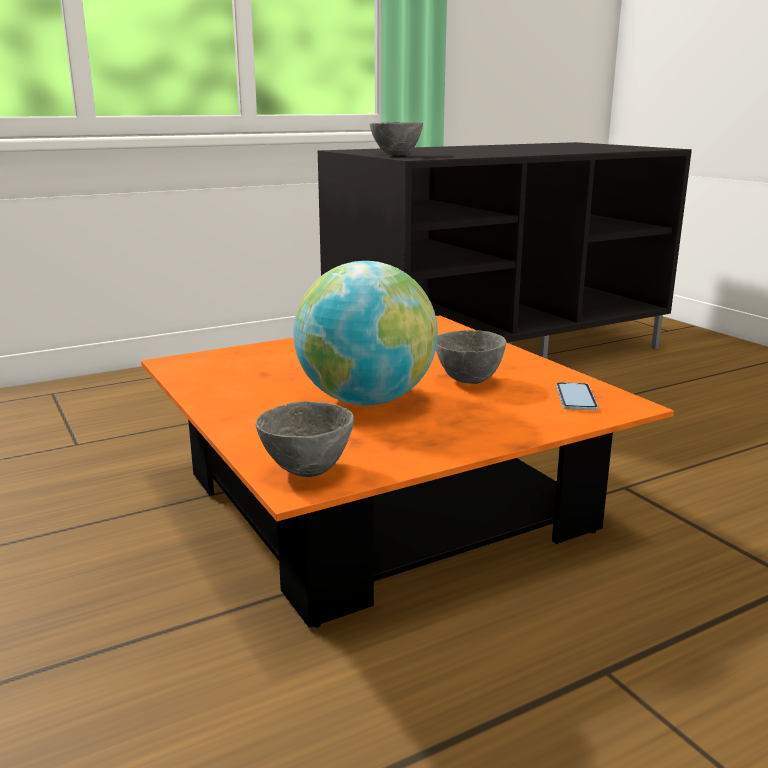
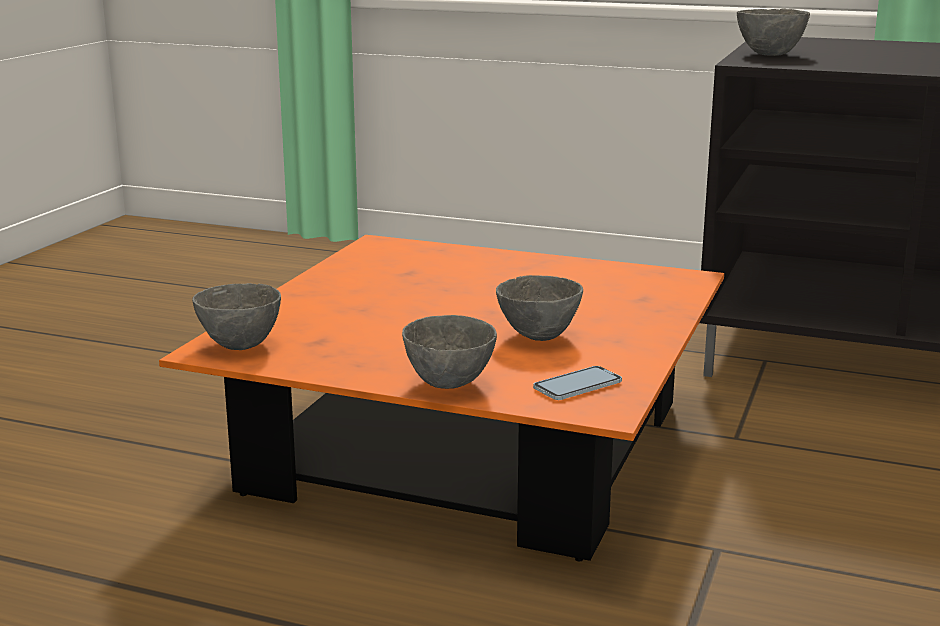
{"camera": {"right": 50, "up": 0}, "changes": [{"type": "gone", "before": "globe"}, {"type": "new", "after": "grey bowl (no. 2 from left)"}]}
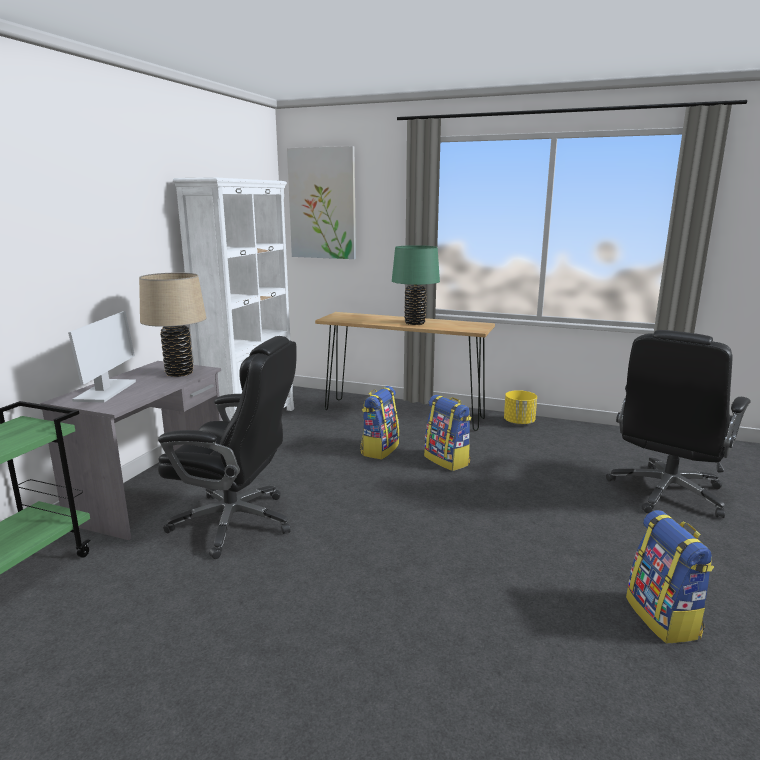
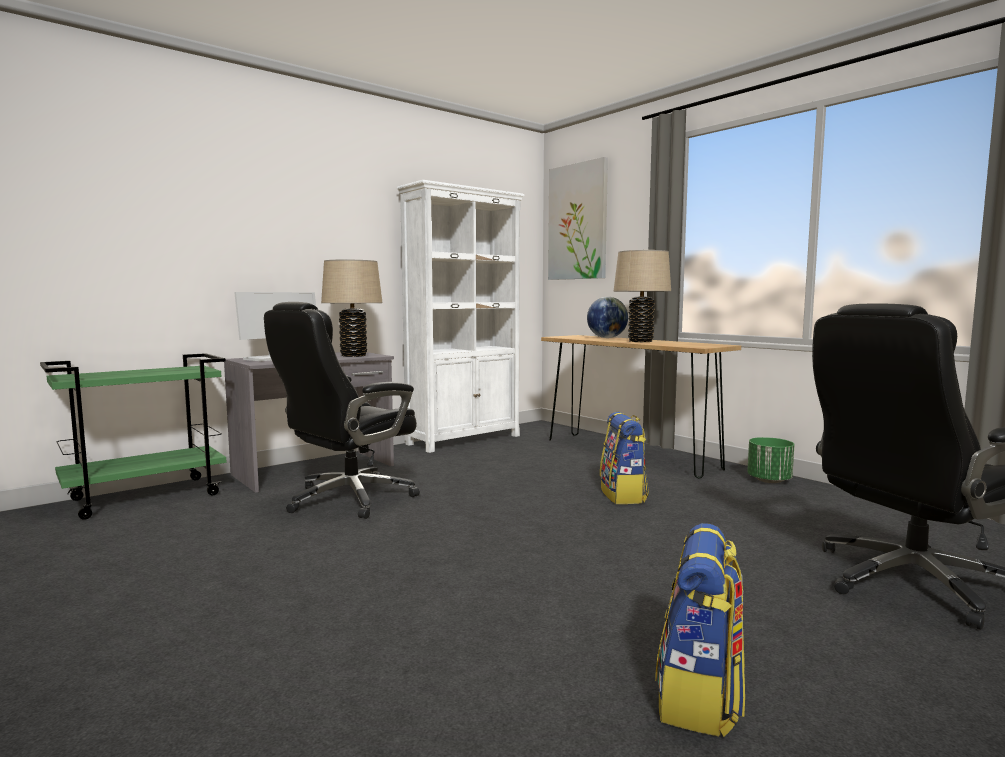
{"camera": {"right": 30, "up": -10}, "changes": [{"type": "gone", "before": "backpack (no. 1 from left)"}, {"type": "new", "after": "globe"}, {"type": "repainted", "before": "green table lamp", "after": "beige table lamp (no. 2 from left)"}, {"type": "repainted", "before": "yellow planter", "after": "green planter"}, {"type": "rotated", "before": "black office chair (no. 1 from left)", "turn": 90}]}
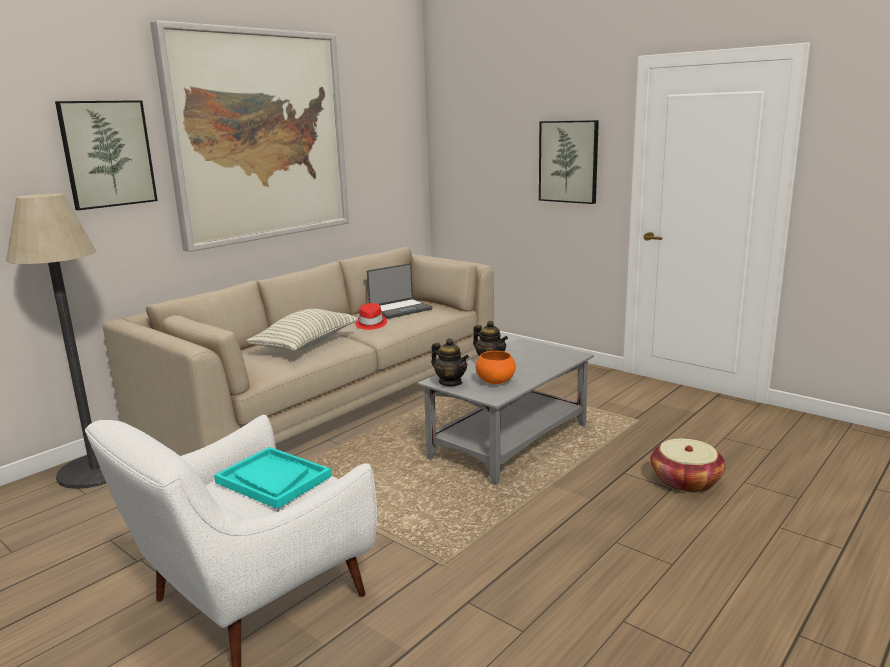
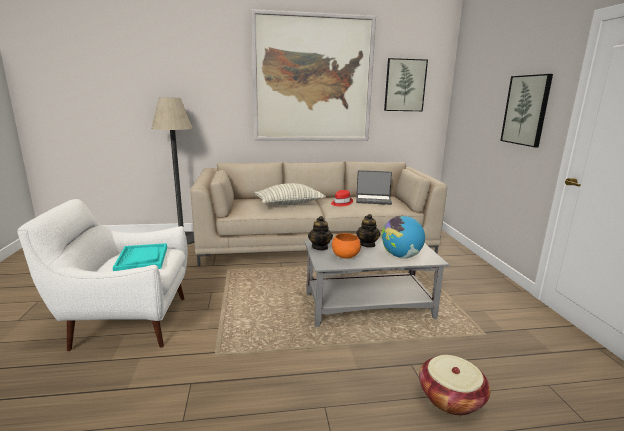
{"camera": {"right": 40, "up": 0}, "changes": [{"type": "new", "after": "globe"}, {"type": "shifted", "before": "picture (no. 1 from left in the first image)", "after": "picture (no. 2 from left)"}]}
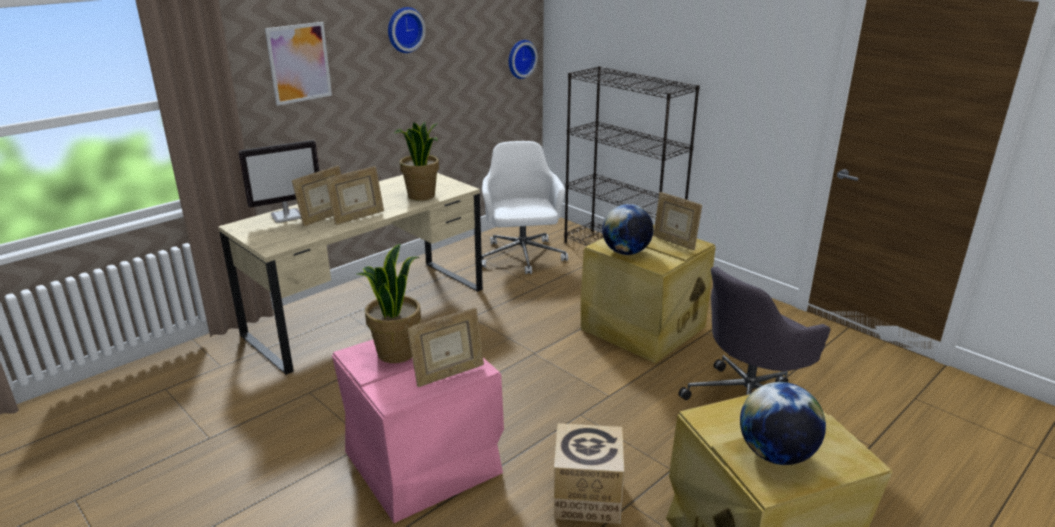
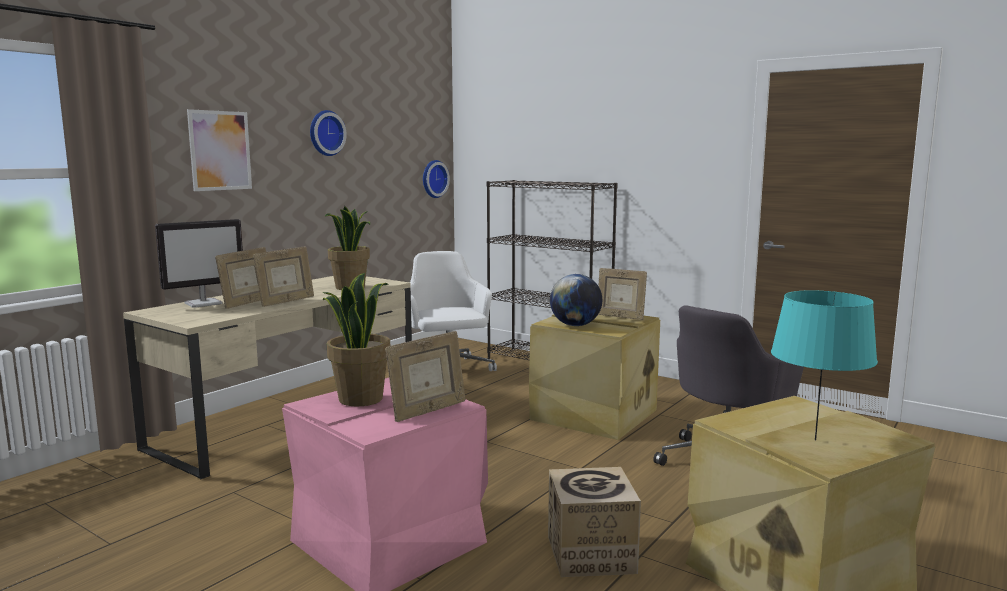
{"camera": {"right": -10, "up": -15}, "changes": [{"type": "swapped", "before": "globe (no. 2 from left)", "after": "turquoise table lamp"}]}
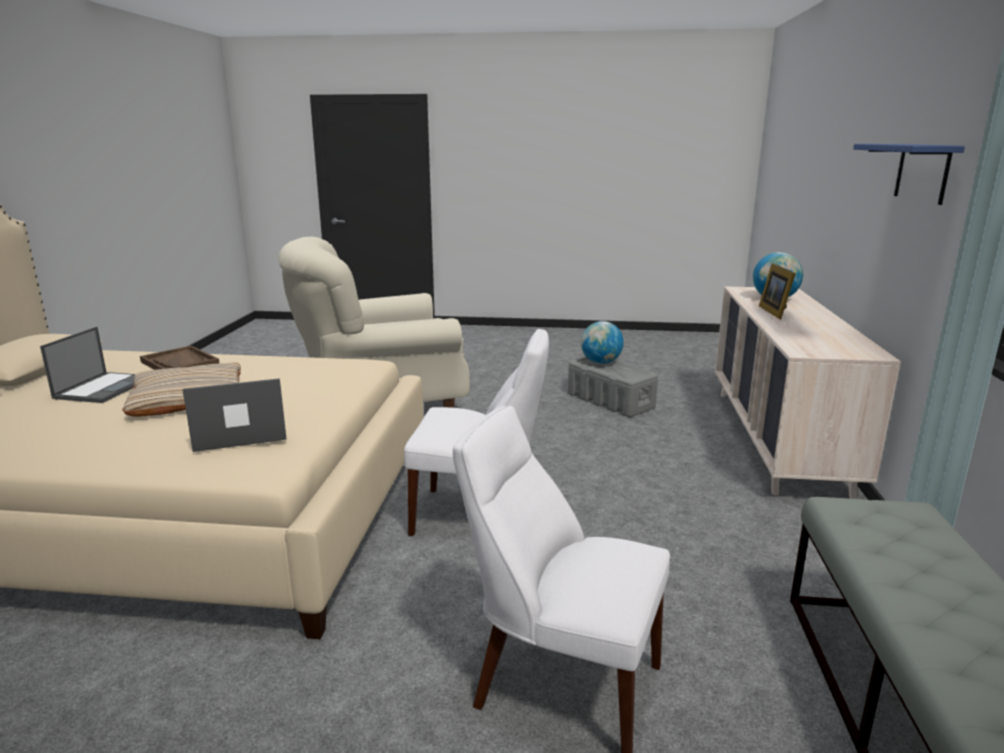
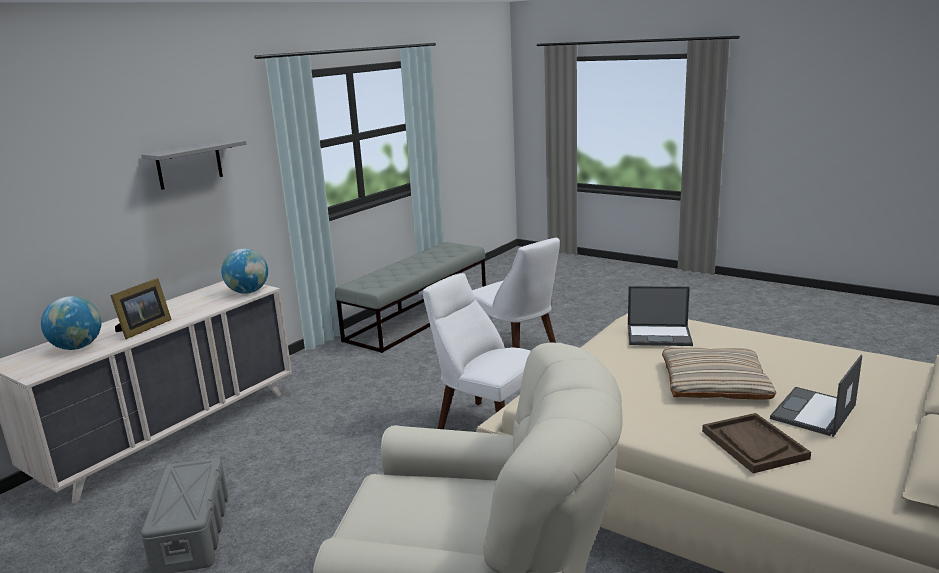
{"camera": {"right": -150, "up": 0}, "changes": [{"type": "shifted", "before": "globe (no. 1 from left in the first image)", "after": "globe (no. 2 from left)"}, {"type": "repainted", "before": "blue shelf", "after": "grey shelf"}]}
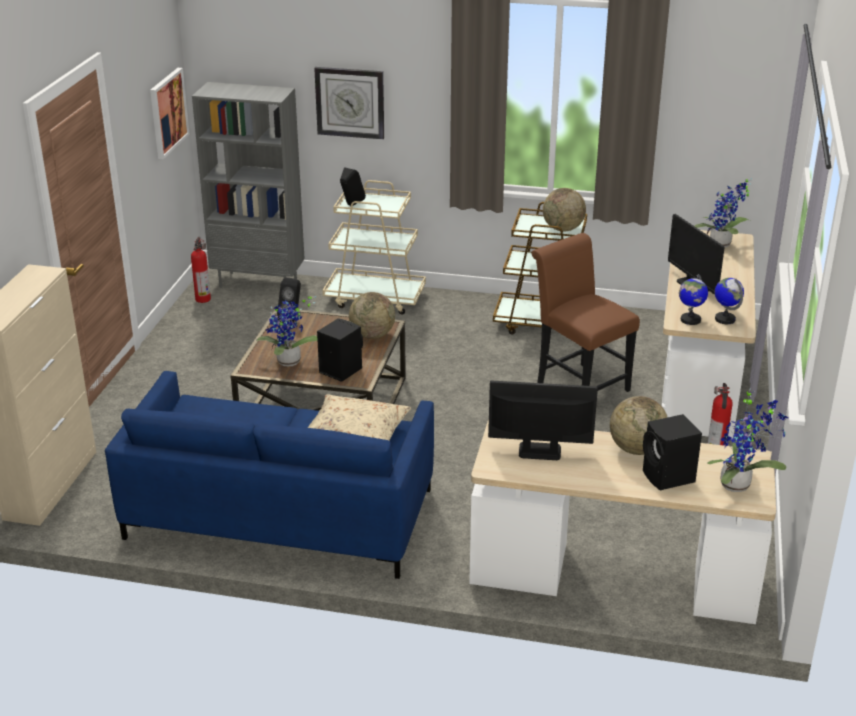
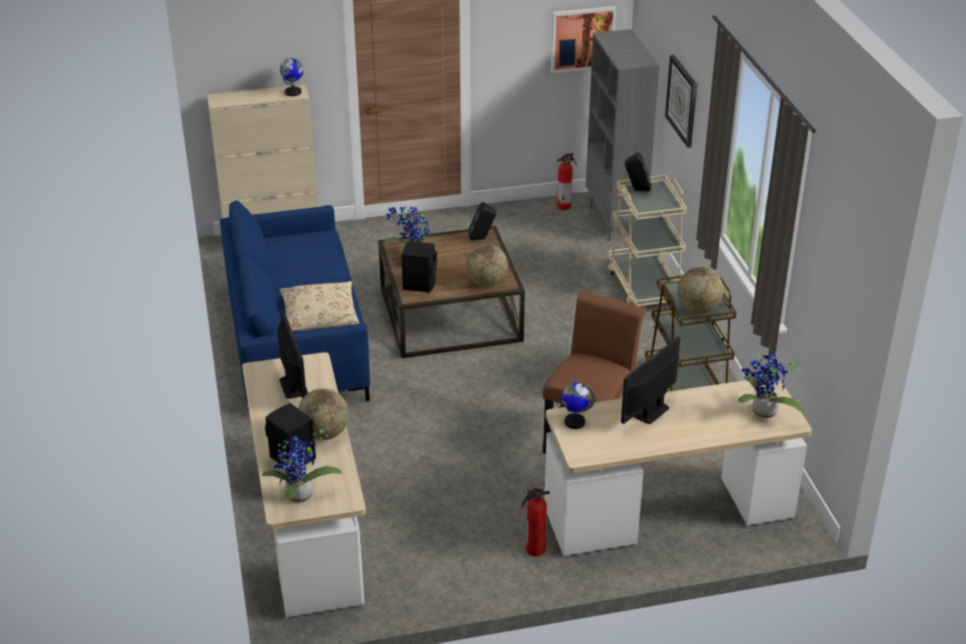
{"camera": {"right": 65, "up": 5}, "changes": [{"type": "shifted", "before": "globe (no. 5 from left in the first image)", "after": "globe (no. 1 from left)"}]}
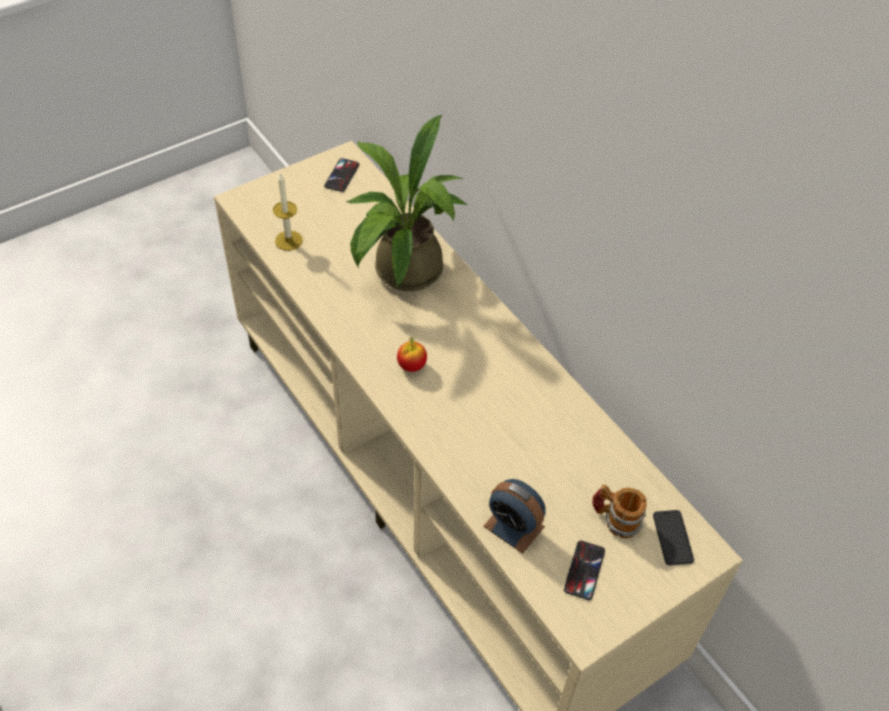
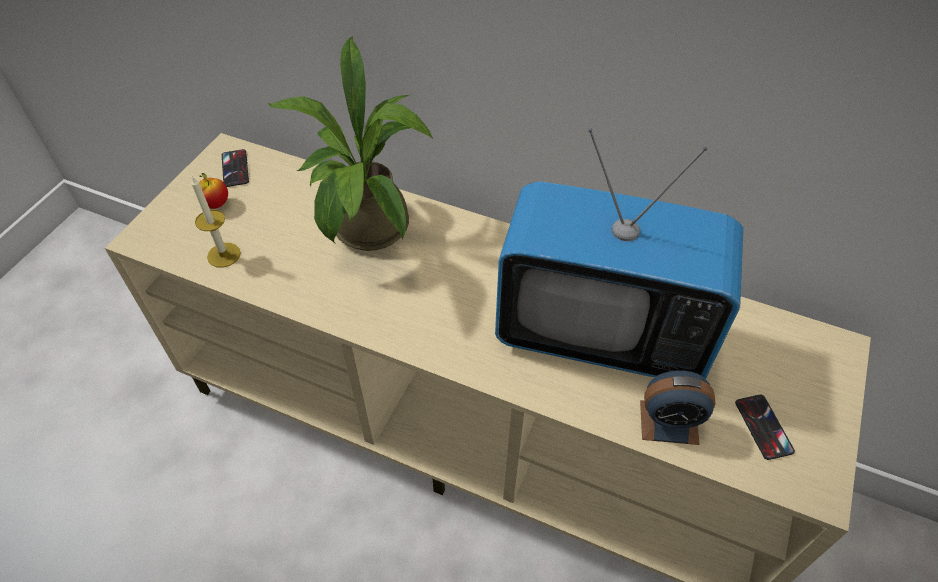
{"camera": {"right": -30, "up": 0}, "changes": [{"type": "gone", "before": "mug"}, {"type": "gone", "before": "phone (no. 3 from left)"}, {"type": "new", "after": "television"}, {"type": "shifted", "before": "apple"}]}
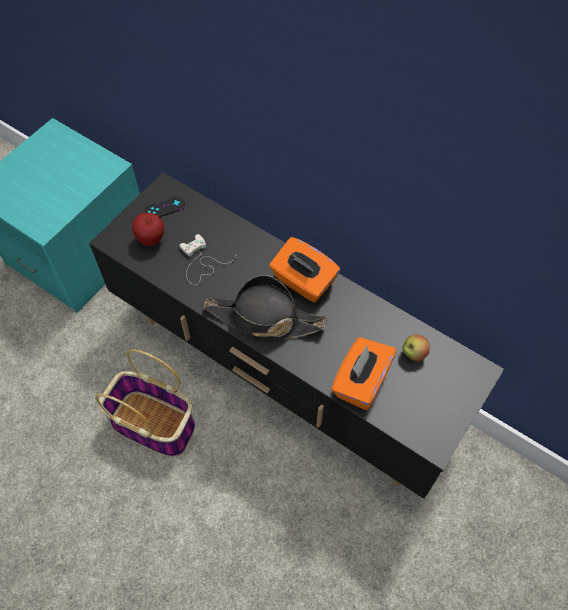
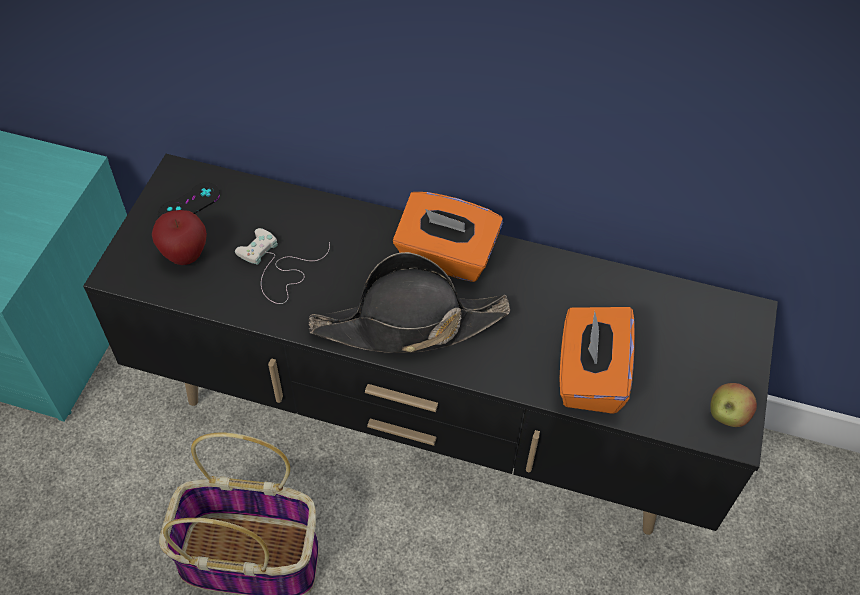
{"camera": {"right": -20, "up": -5}, "changes": [{"type": "shifted", "before": "apple (no. 2 from left)"}]}
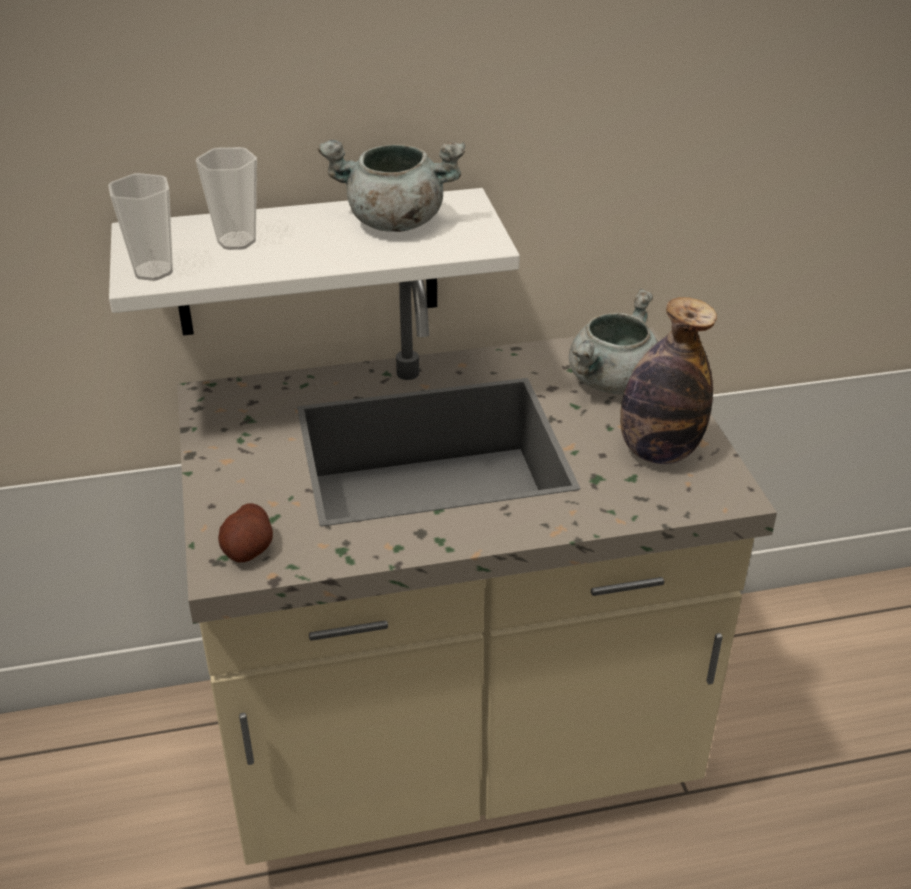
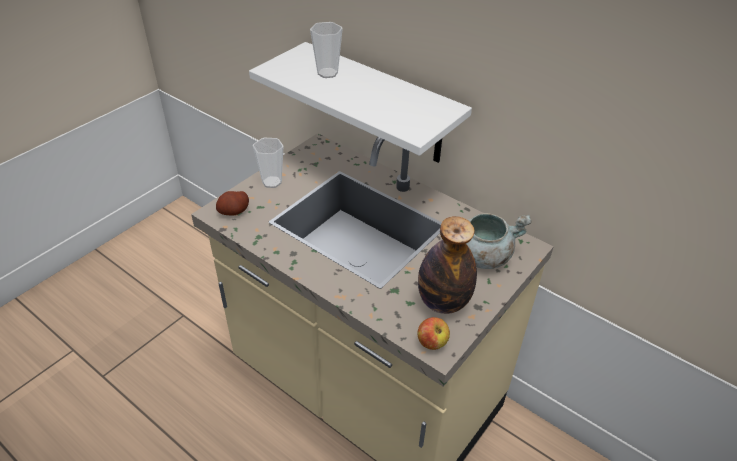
{"camera": {"right": 50, "up": 5}, "changes": [{"type": "gone", "before": "grey cooking pot (no. 1 from left)"}, {"type": "new", "after": "apple"}, {"type": "shifted", "before": "cup (no. 1 from left)"}]}
